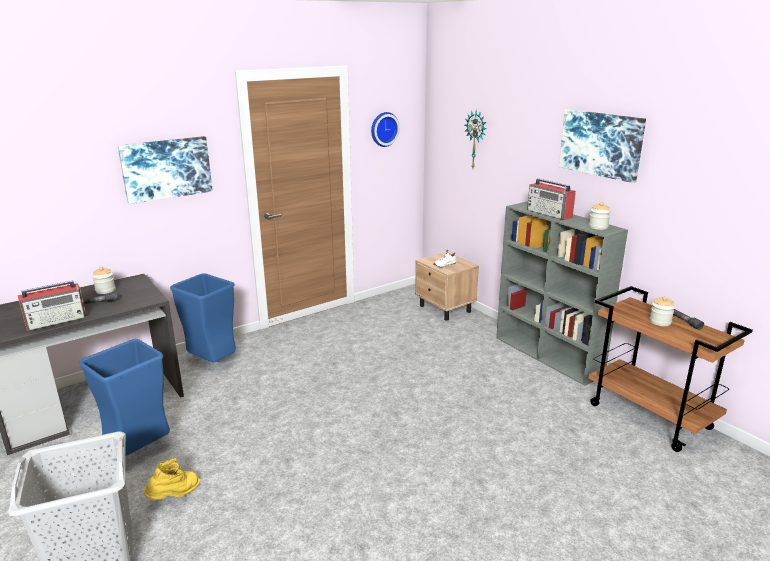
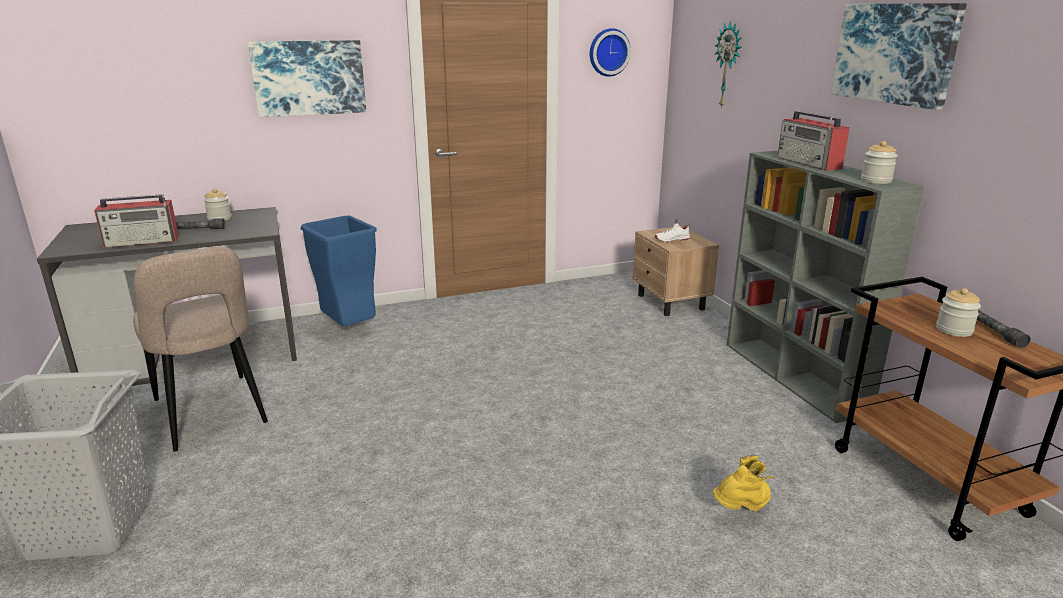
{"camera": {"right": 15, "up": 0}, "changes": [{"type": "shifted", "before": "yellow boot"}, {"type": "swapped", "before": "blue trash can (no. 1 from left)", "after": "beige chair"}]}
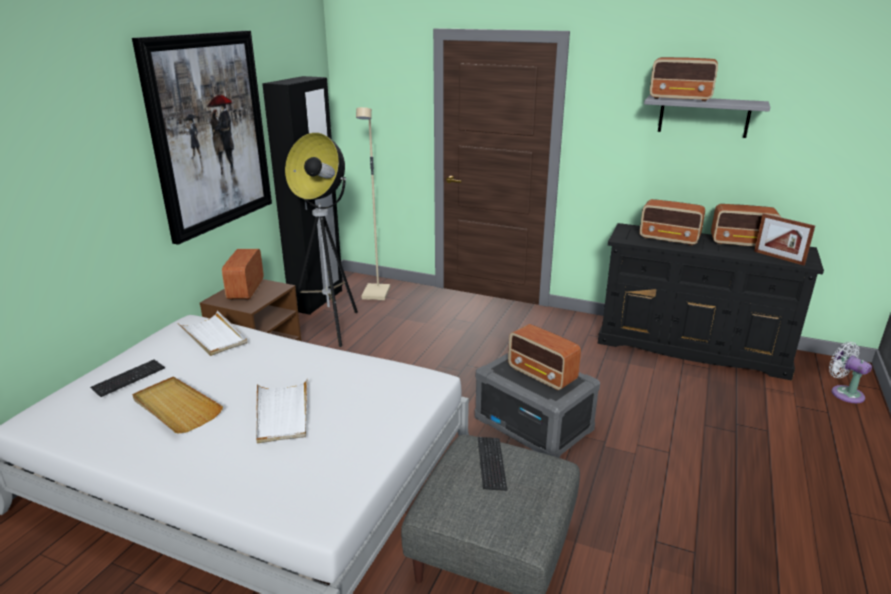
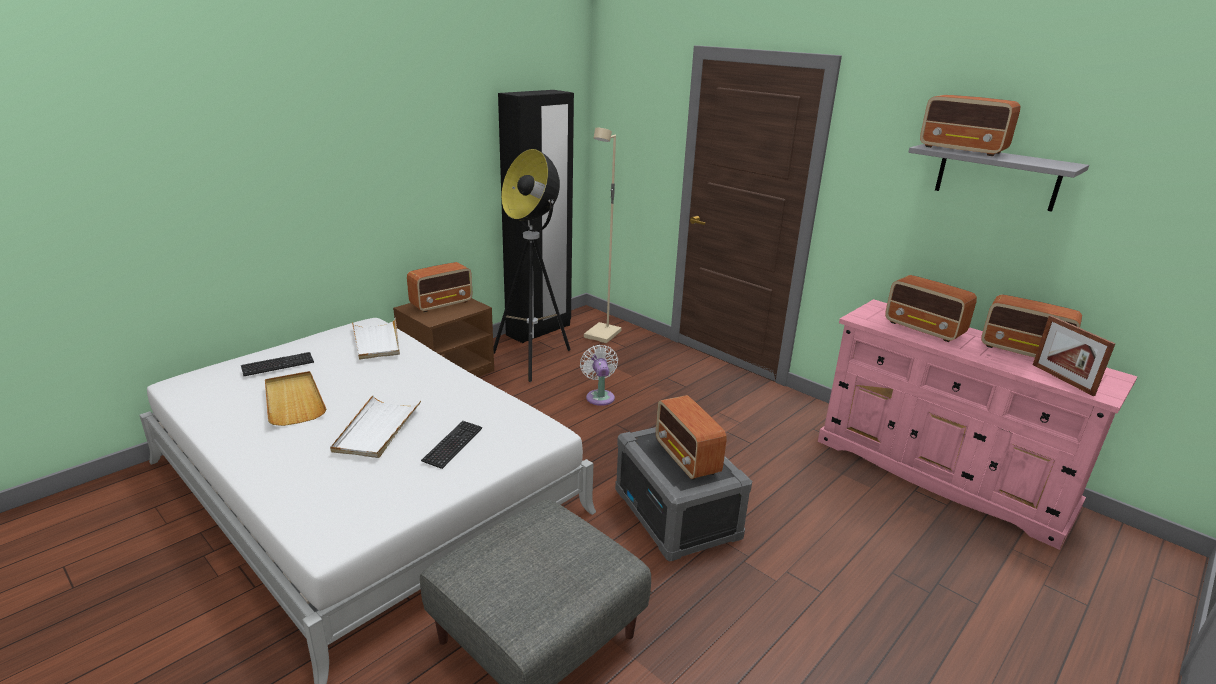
{"camera": {"right": 20, "up": 0}, "changes": [{"type": "gone", "before": "picture"}, {"type": "shifted", "before": "keyboard (no. 2 from left)"}, {"type": "shifted", "before": "white fan"}, {"type": "repainted", "before": "black dresser", "after": "pink dresser"}, {"type": "rotated", "before": "radio (no. 1 from left)", "turn": -150}]}
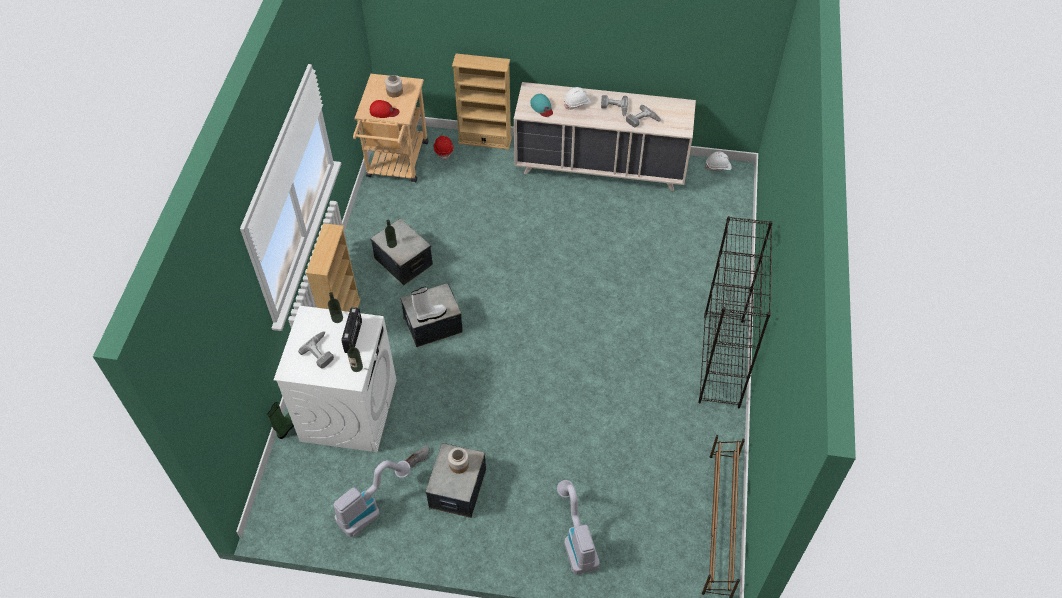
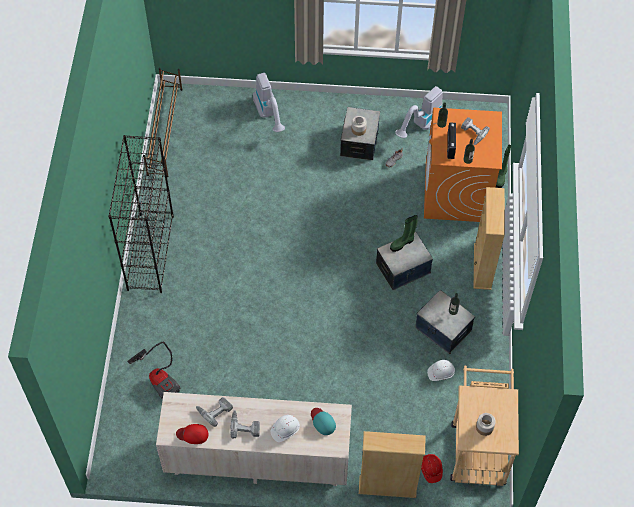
{"camera": {"right": 175, "up": 5}, "changes": [{"type": "new", "after": "vacuum cleaner (no. 1 from left)"}, {"type": "shifted", "before": "red cap"}, {"type": "shifted", "before": "white hard hat (no. 2 from left)"}, {"type": "repainted", "before": "white washing machine", "after": "orange washing machine"}, {"type": "repainted", "before": "white boot", "after": "green boot (no. 1 from left)"}]}
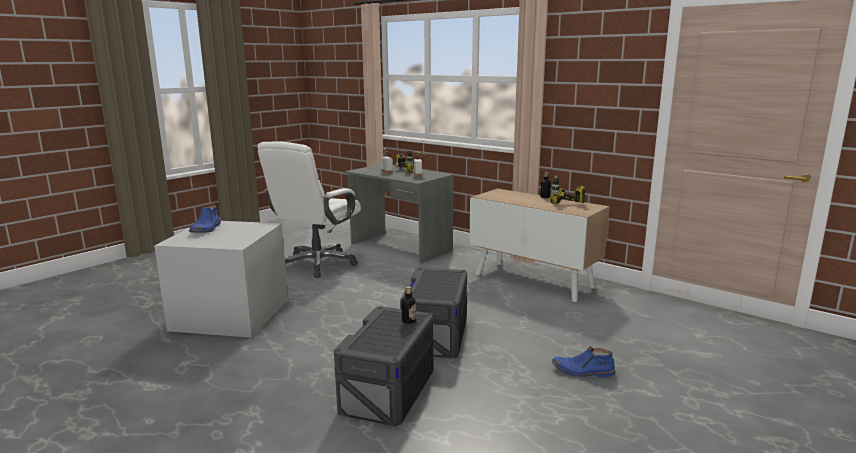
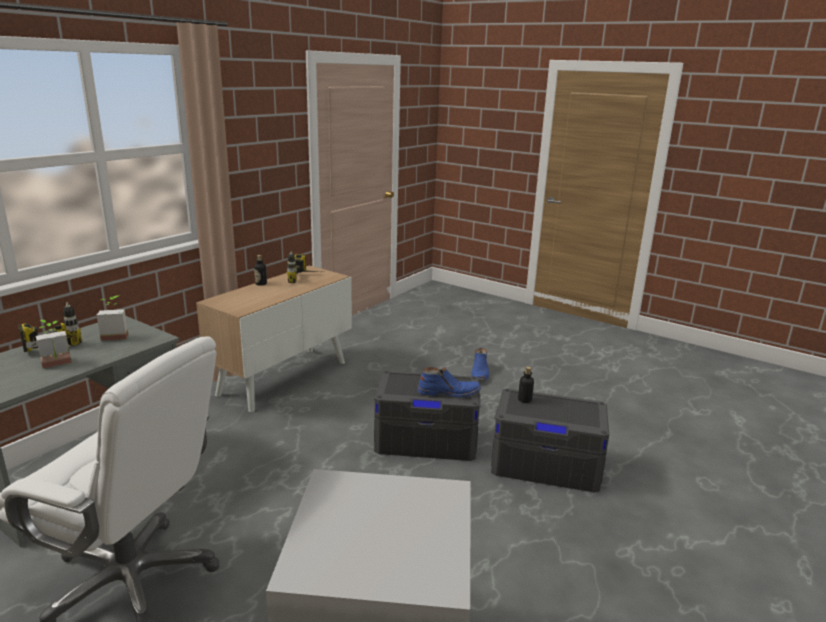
{"camera": {"right": -95, "up": 5}, "changes": [{"type": "shifted", "before": "blue boot (no. 1 from left)"}]}
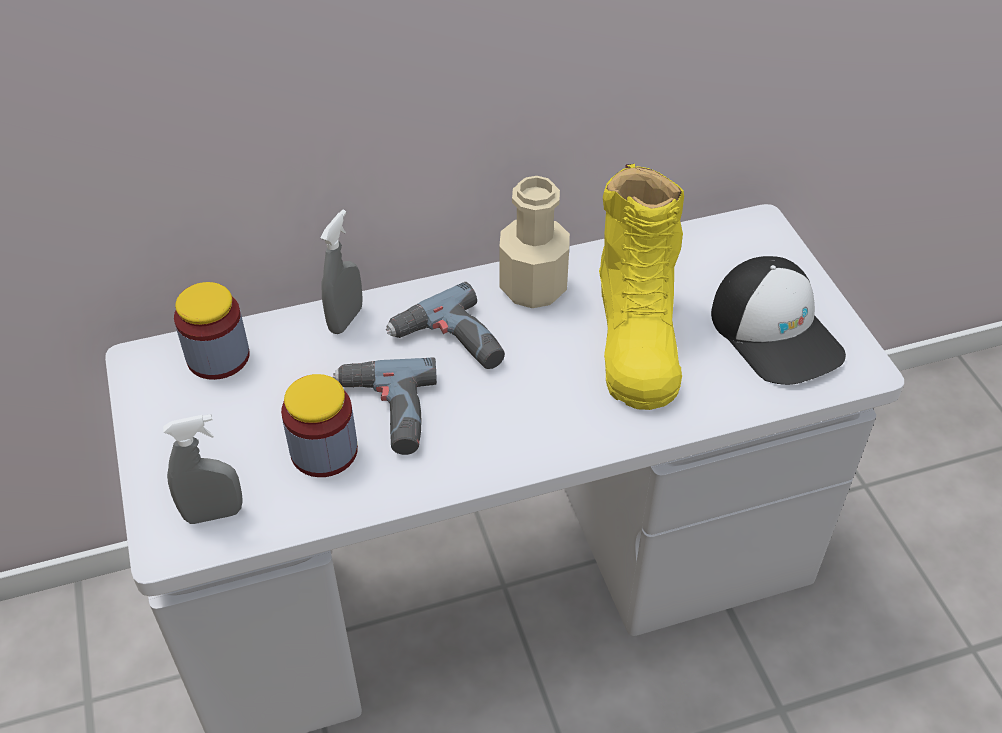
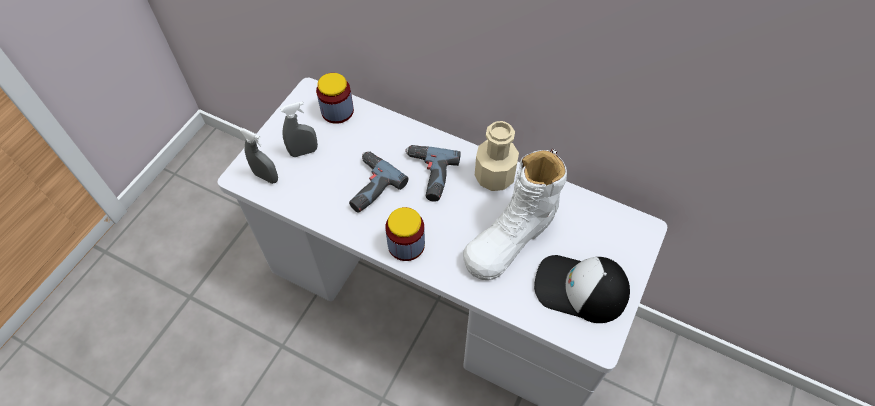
{"camera": {"right": 45, "up": 10}, "changes": [{"type": "shifted", "before": "jar (no. 2 from left)"}, {"type": "shifted", "before": "grey spray bottle (no. 2 from left)"}, {"type": "repainted", "before": "yellow boot", "after": "white boot"}, {"type": "rotated", "before": "cap", "turn": 90}]}
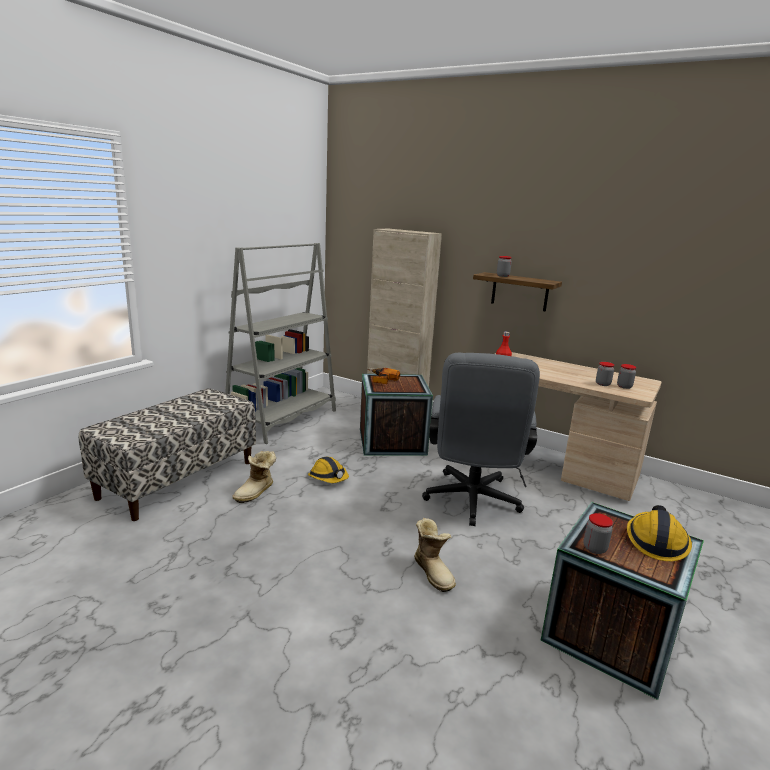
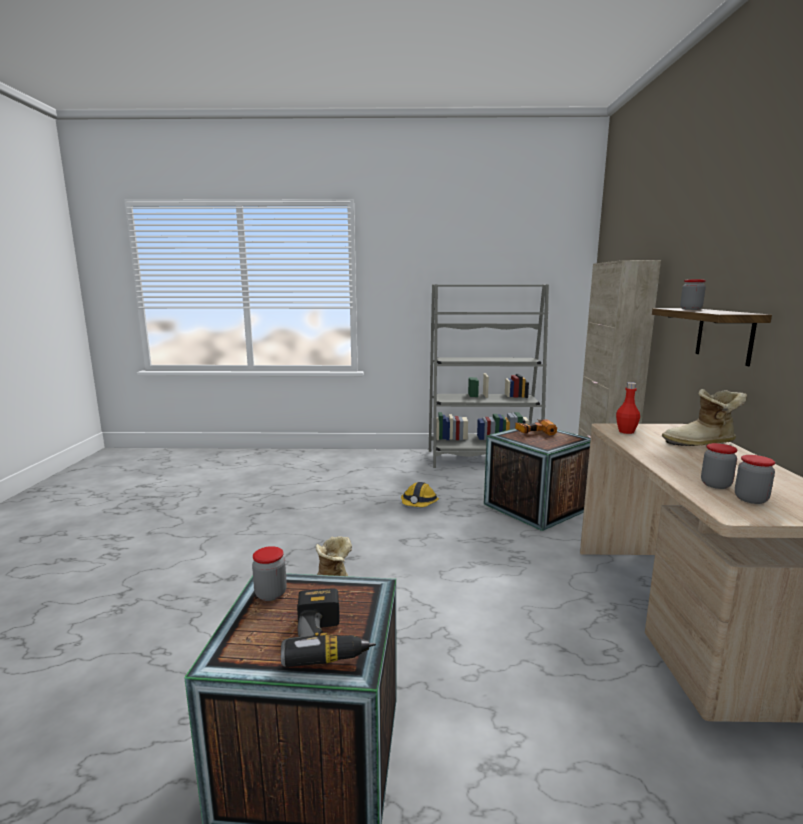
{"camera": {"right": 60, "up": -5}, "changes": [{"type": "gone", "before": "bench"}, {"type": "gone", "before": "grey office chair"}, {"type": "shifted", "before": "boot (no. 1 from left in the first image)", "after": "boot (no. 2 from left)"}, {"type": "swapped", "before": "hard hat (no. 2 from left)", "after": "power drill (no. 1 from left)"}]}
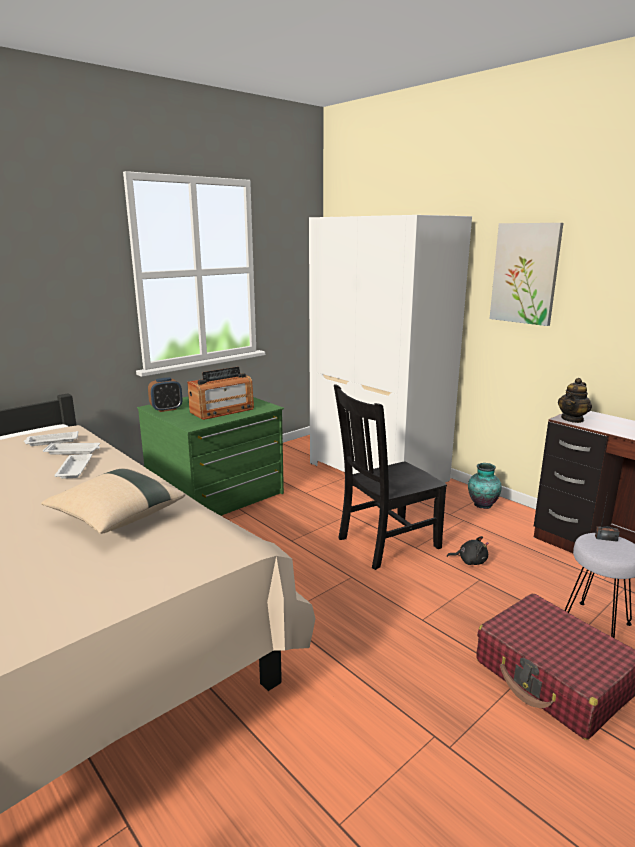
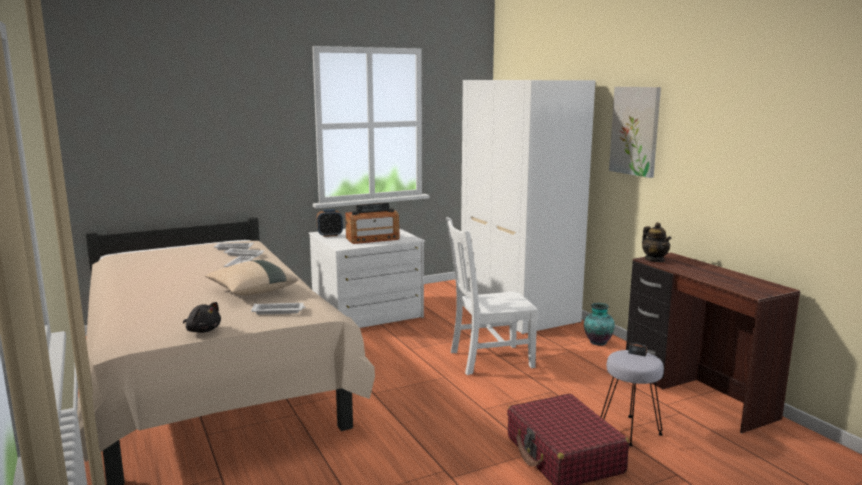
{"camera": {"right": 15, "up": -5}, "changes": [{"type": "new", "after": "white tray (no. 4 from left)"}, {"type": "shifted", "before": "black plush toy"}, {"type": "repainted", "before": "green dresser", "after": "white dresser"}, {"type": "repainted", "before": "black chair", "after": "white chair"}, {"type": "rotated", "before": "teapot", "turn": -75}]}
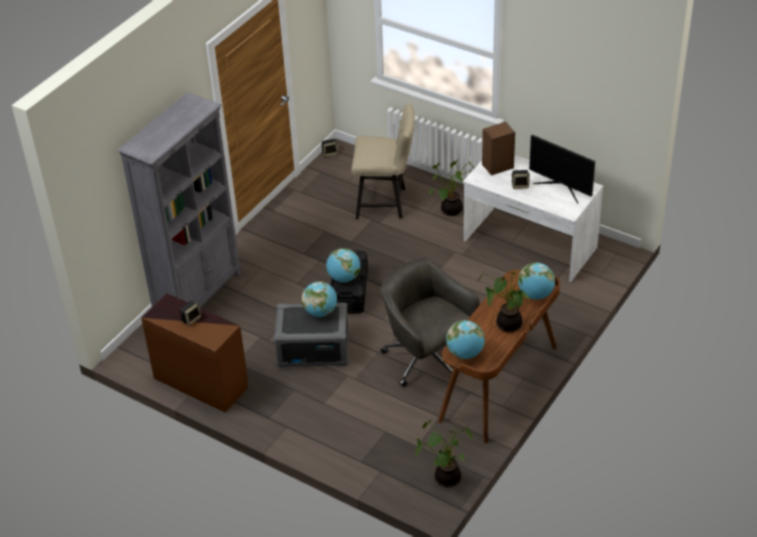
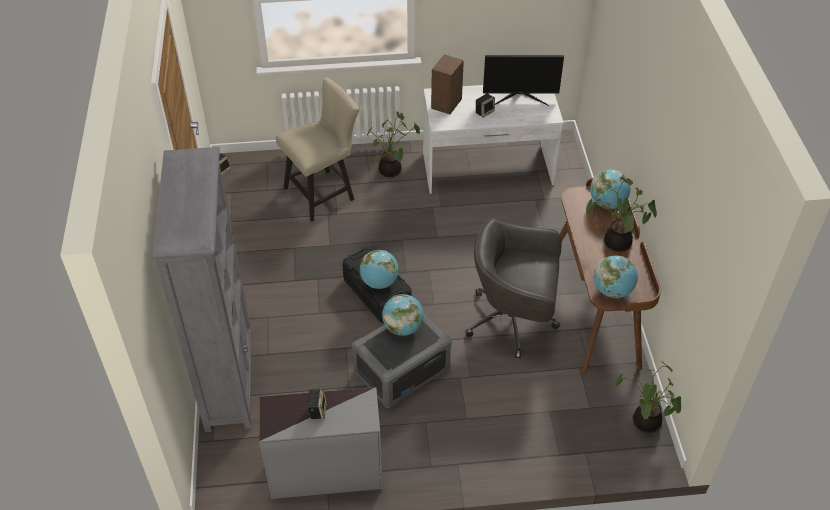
{"camera": {"right": -40, "up": 5}, "changes": [{"type": "repainted", "before": "brown dresser", "after": "grey dresser"}]}
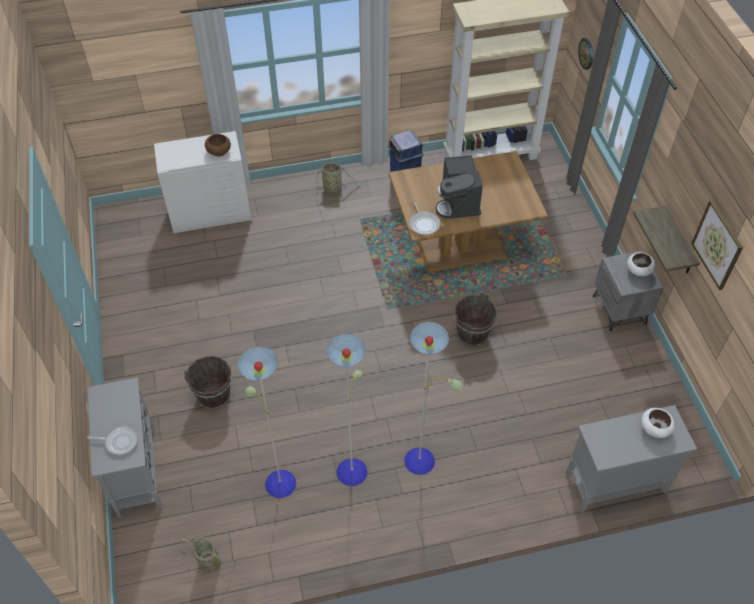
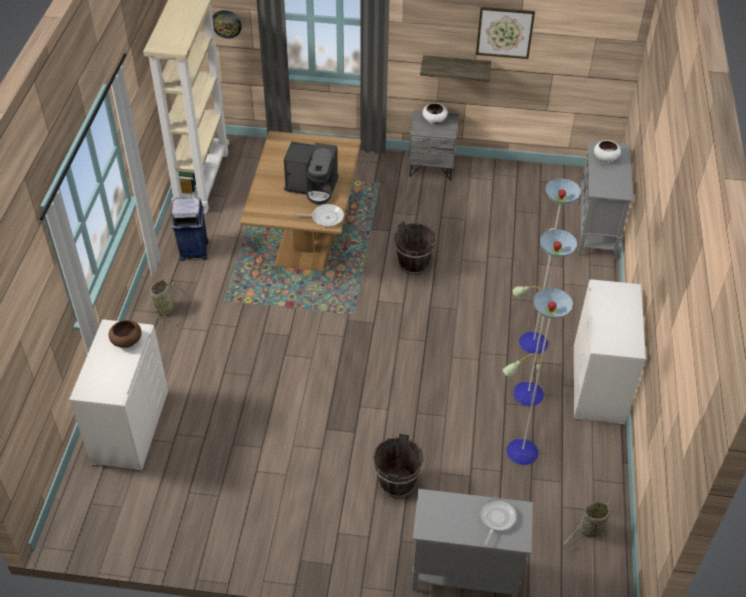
{"camera": {"right": -70, "up": -5}, "changes": [{"type": "new", "after": "white dresser (no. 2 from left)"}]}
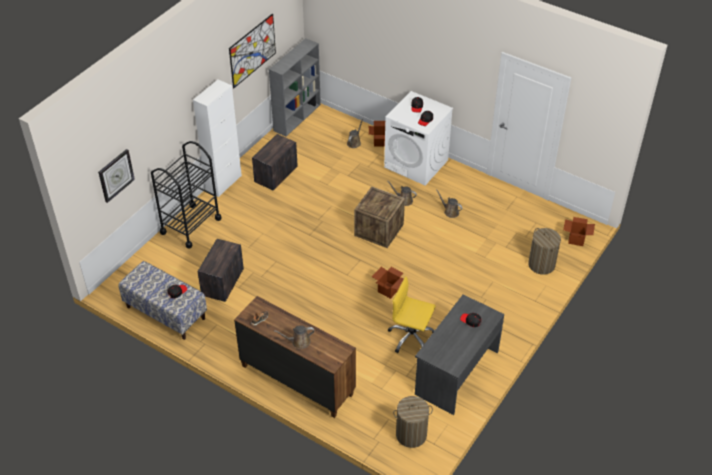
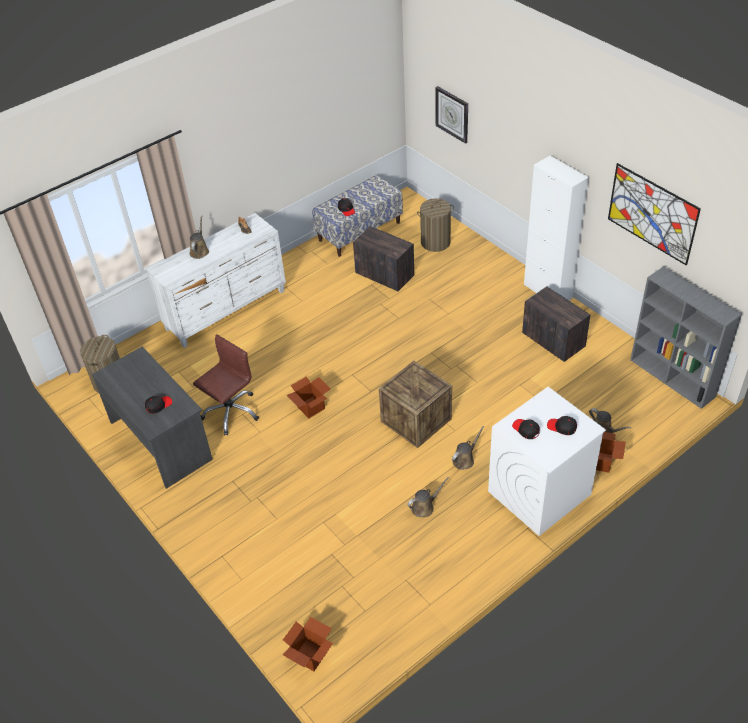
{"camera": {"right": 110, "up": 0}, "changes": [{"type": "gone", "before": "black cart"}, {"type": "shifted", "before": "laundry basket (no. 2 from left)"}, {"type": "repainted", "before": "brown dresser", "after": "white dresser"}, {"type": "repainted", "before": "yellow office chair", "after": "brown office chair"}]}
